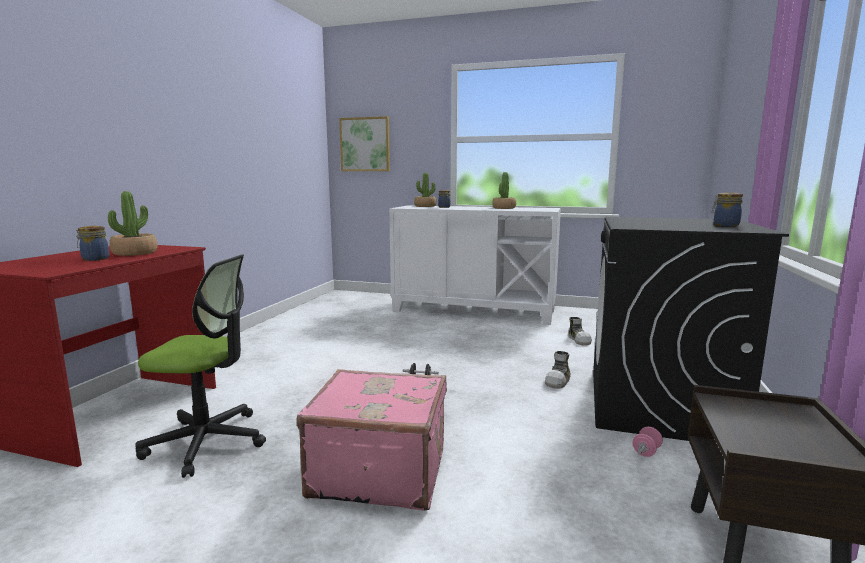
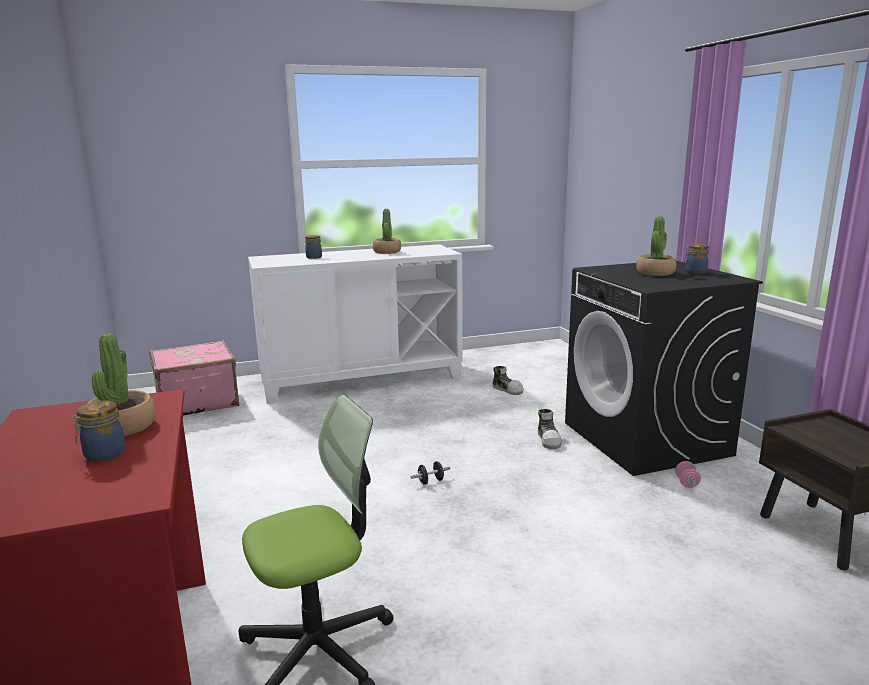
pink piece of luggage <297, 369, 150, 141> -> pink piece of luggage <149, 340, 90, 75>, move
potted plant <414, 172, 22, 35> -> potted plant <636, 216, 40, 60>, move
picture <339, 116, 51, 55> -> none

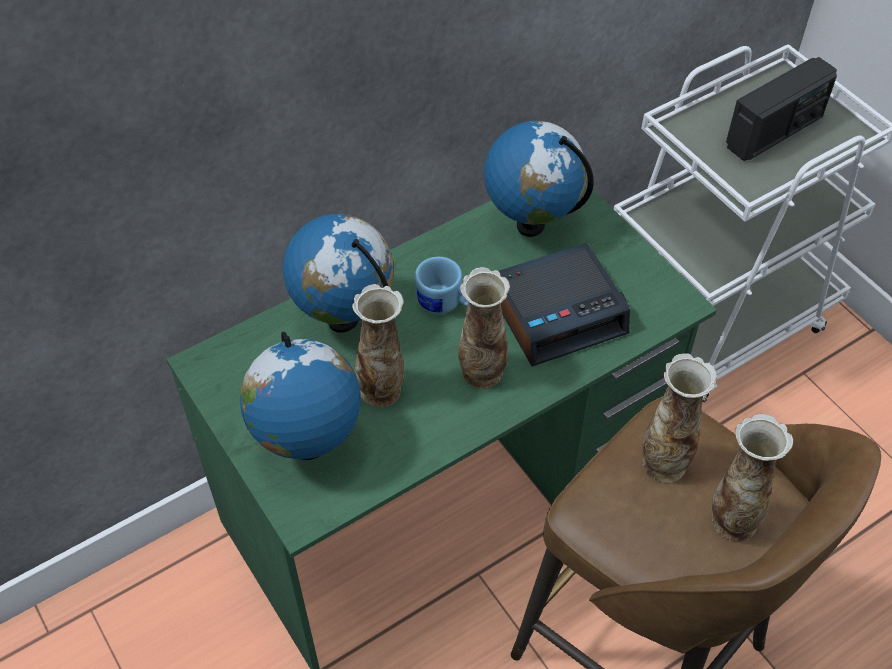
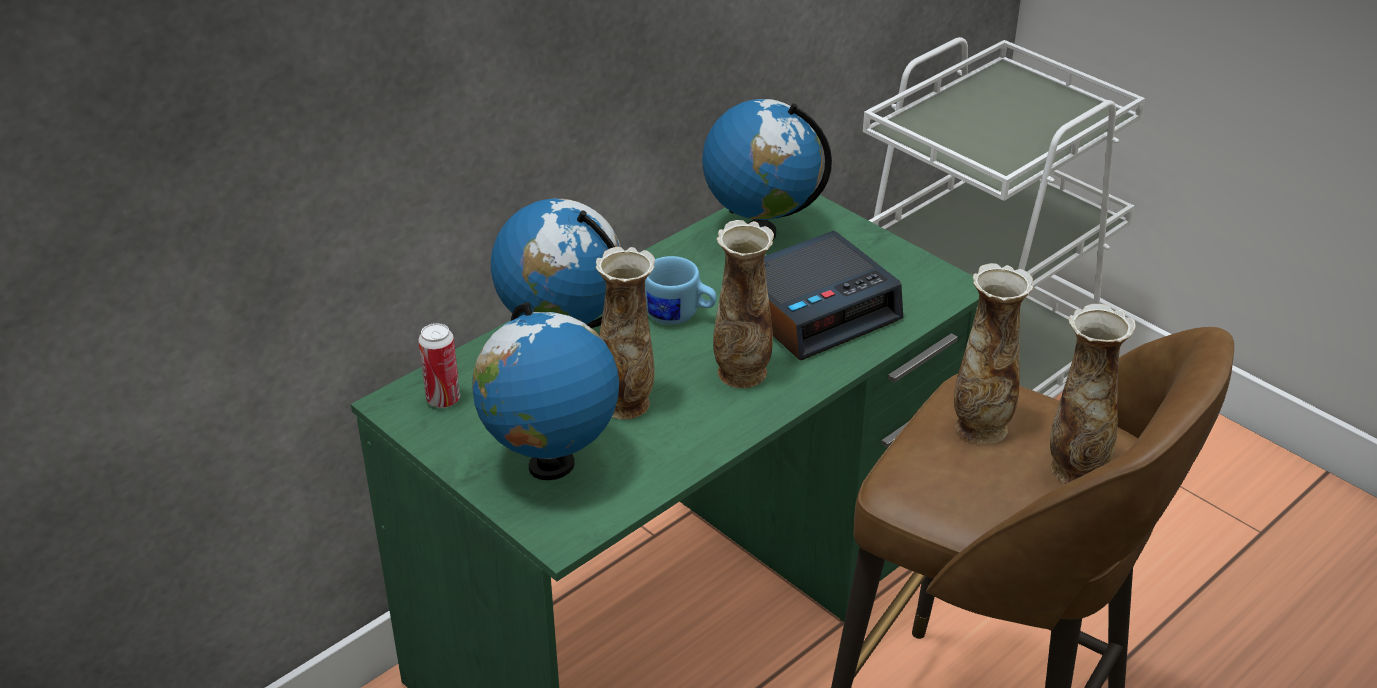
none -> sealed can <418, 323, 42, 85>
radio receiver <726, 57, 111, 104> -> none

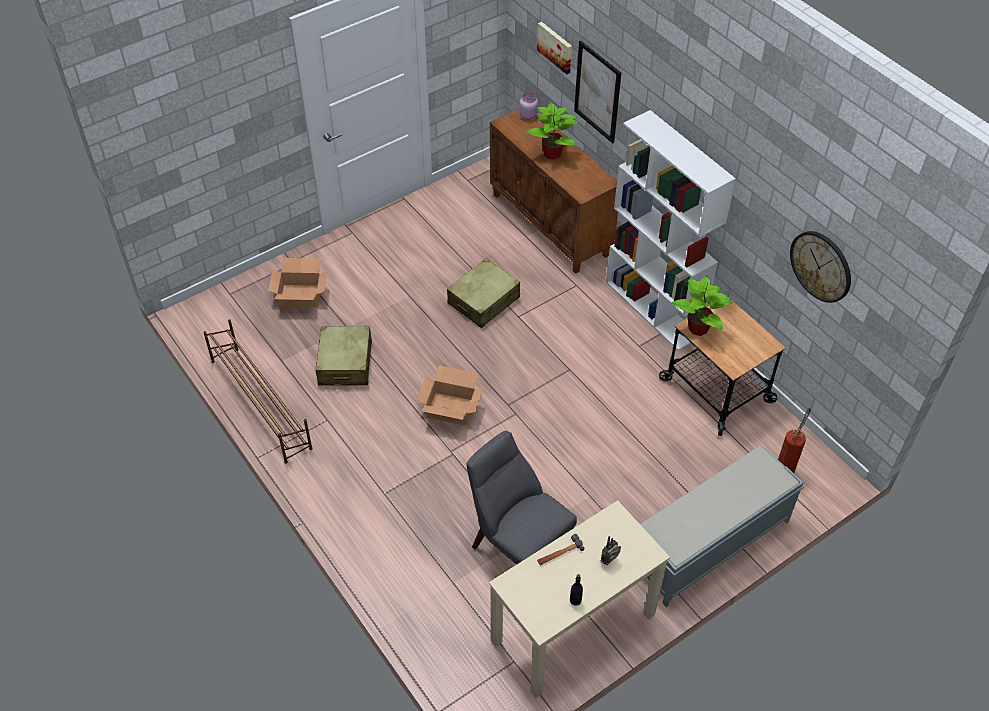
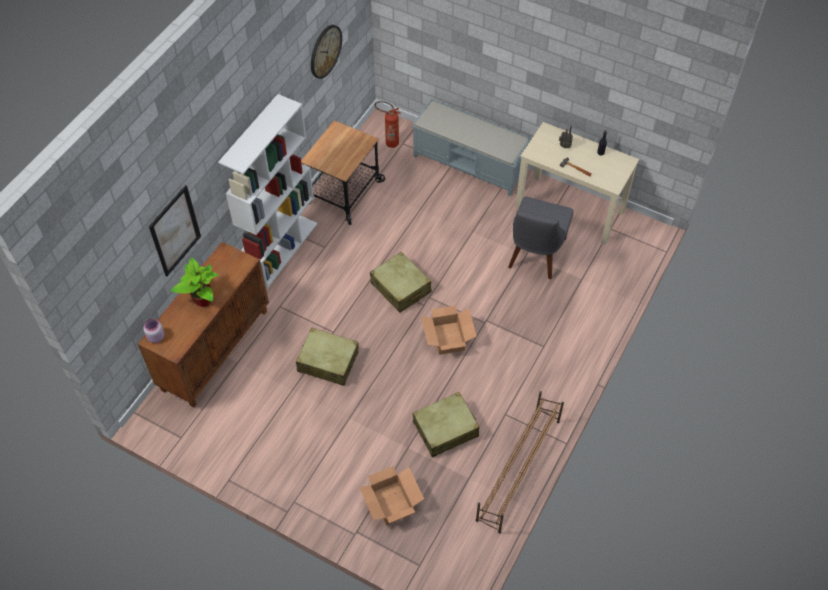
none -> sand-coloured piece of luggage <370, 252, 61, 61>
picture <537, 22, 35, 52> -> none
potted plant <671, 276, 62, 60> -> none

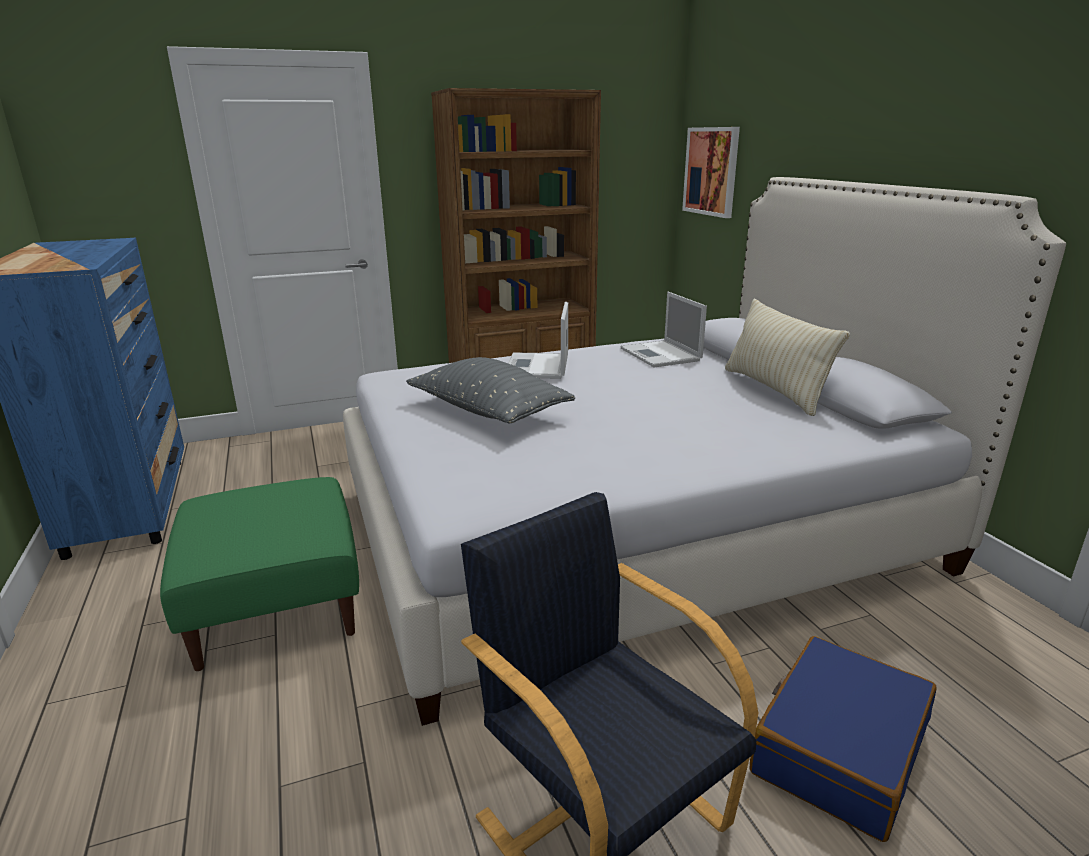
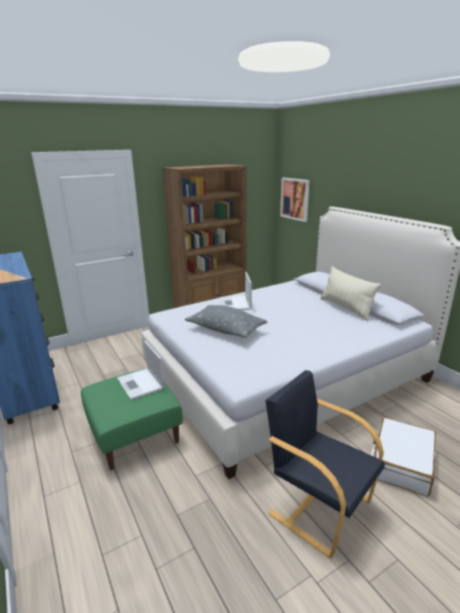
portable computer <620, 292, 87, 75> -> portable computer <117, 341, 48, 59>, move
blue-coloured piece of luggage <750, 636, 187, 206> -> white-coloured piece of luggage <371, 417, 65, 80>

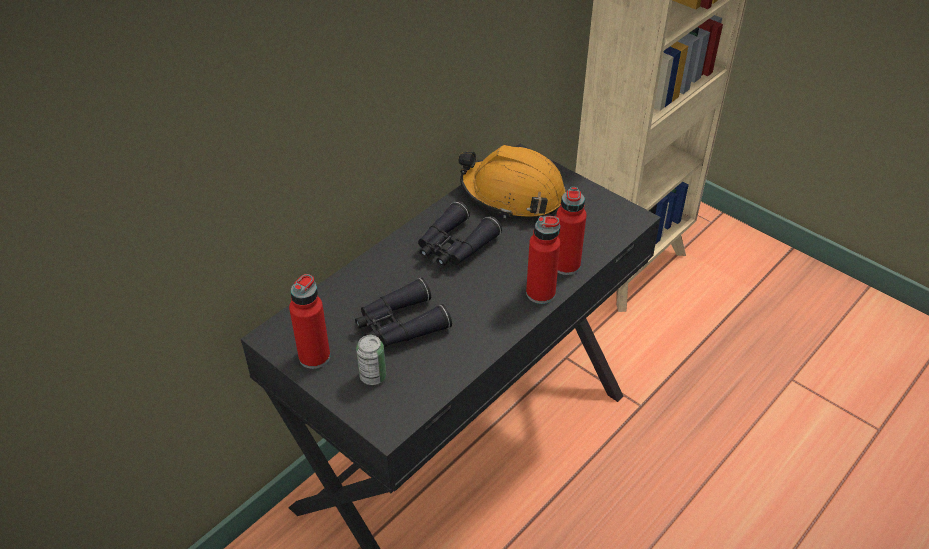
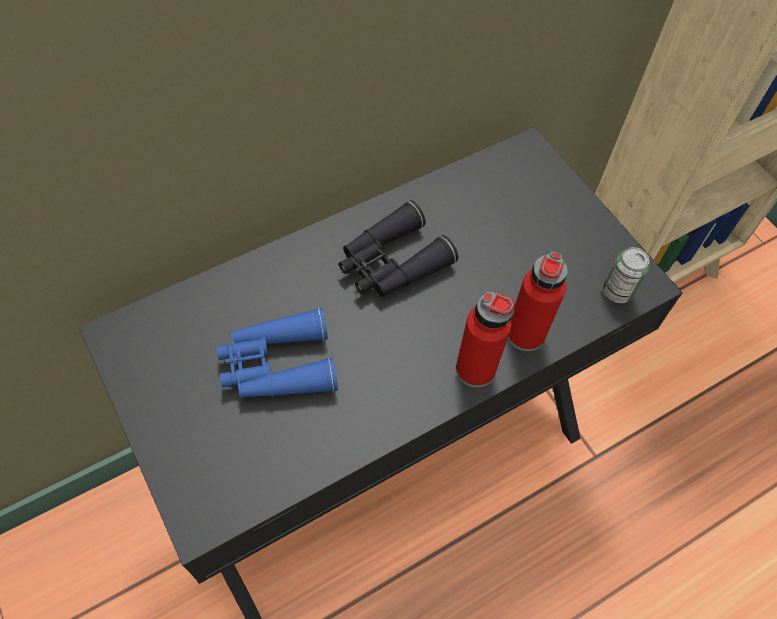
black field glasses <355, 278, 97, 69> -> blue-coloured field glasses <217, 308, 121, 91>
sealed can <356, 335, 30, 50> -> sealed can <603, 247, 47, 56>, move
red bottle <289, 274, 41, 95> -> none
orange-coloured hard hat <459, 145, 106, 73> -> none

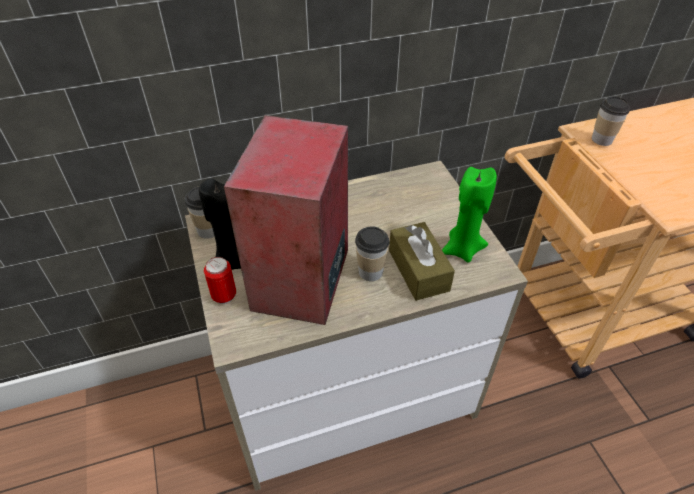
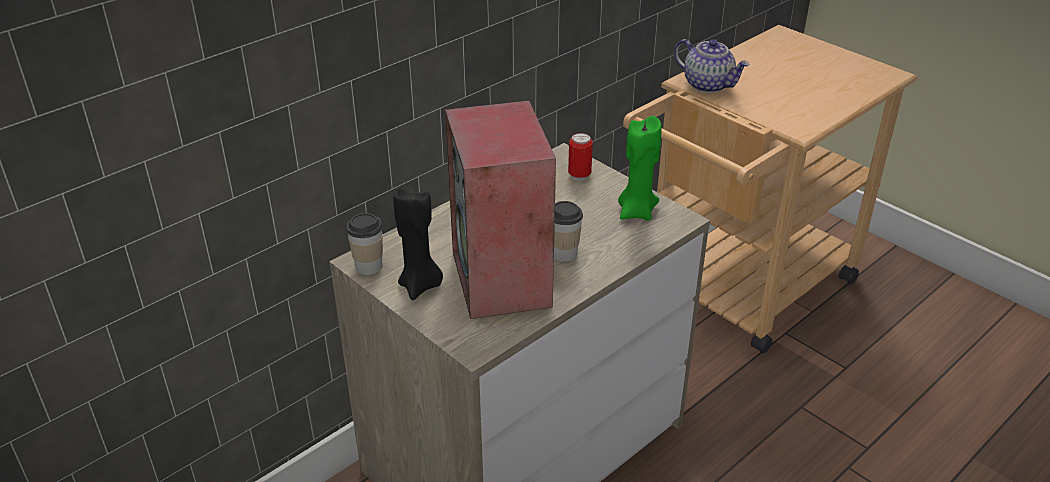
sealed can <204, 257, 32, 47> -> sealed can <568, 133, 25, 47>, move
drinking cup <592, 97, 38, 49> -> pot for tea <674, 39, 76, 54>
brown-coloured tissue box <389, 222, 66, 79> -> none

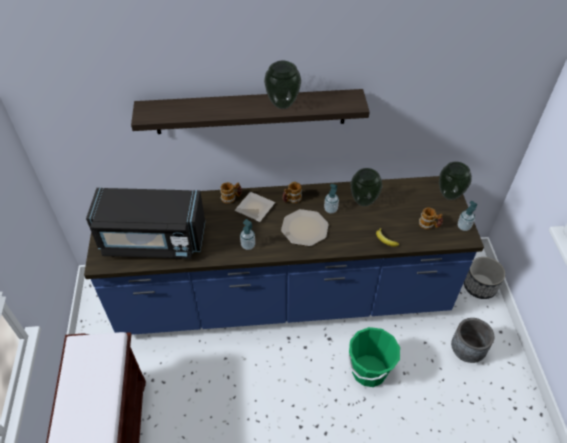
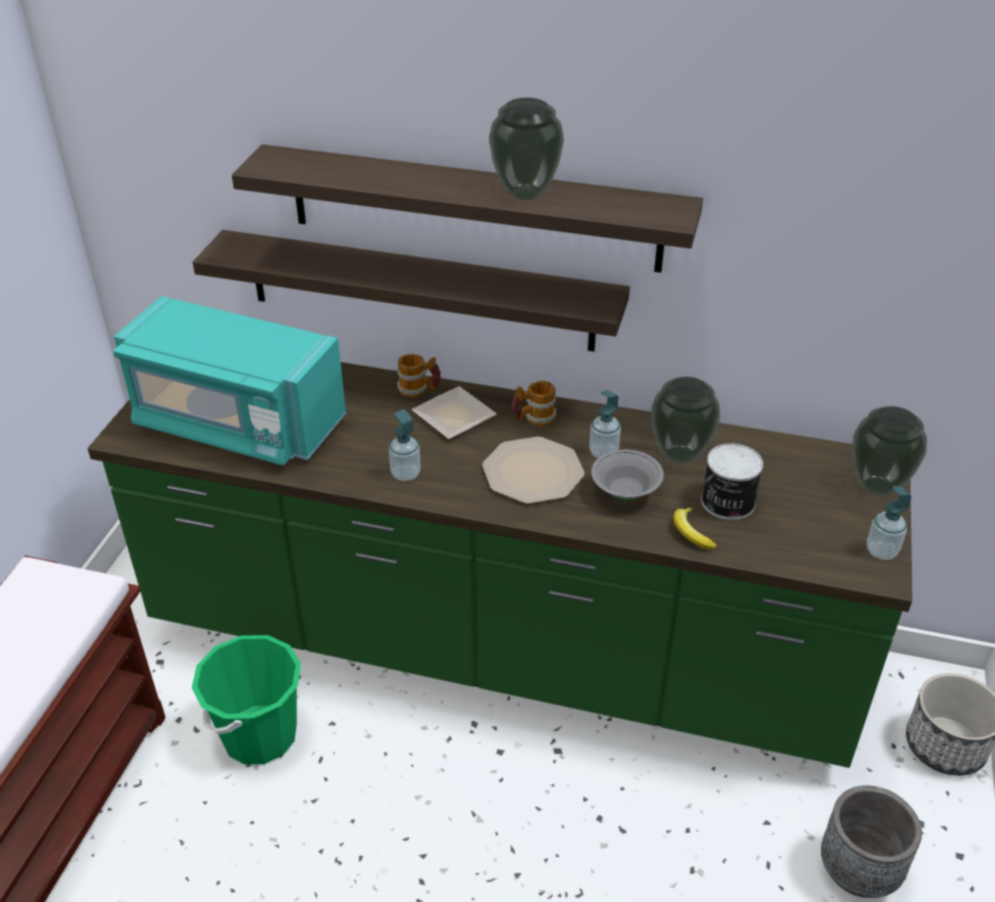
blue-coloured counter <84, 176, 400, 159> -> green-coloured counter <88, 362, 824, 406>
black kitchen microwave <86, 188, 119, 71> -> blue-green kitchen microwave <113, 296, 233, 170>
green-coloured pail <347, 327, 53, 60> -> green-coloured pail <192, 635, 109, 130>, move
none -> bracket shelf <193, 230, 437, 122>
none -> gray bowl <591, 450, 73, 51>
none -> sealed can <701, 443, 62, 77>
mug <419, 208, 24, 21> -> none

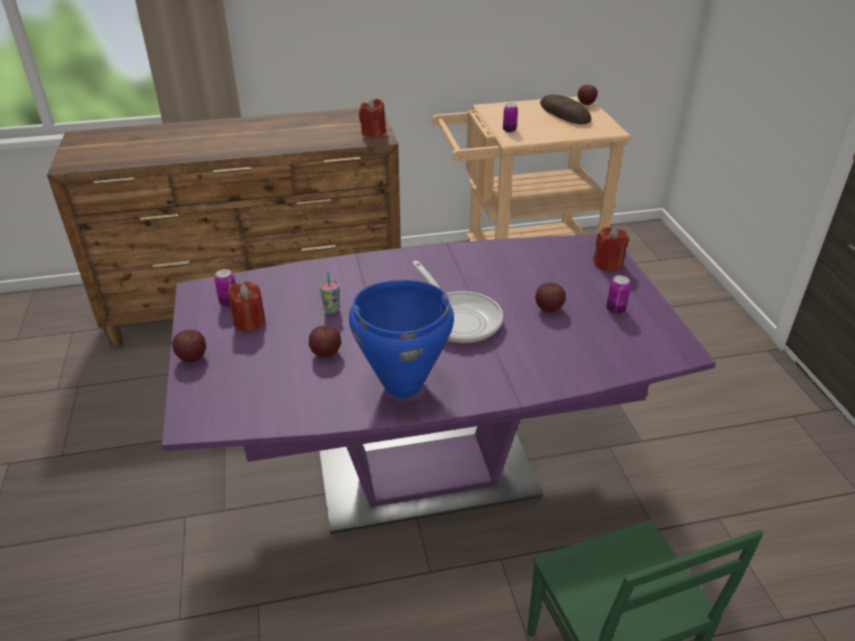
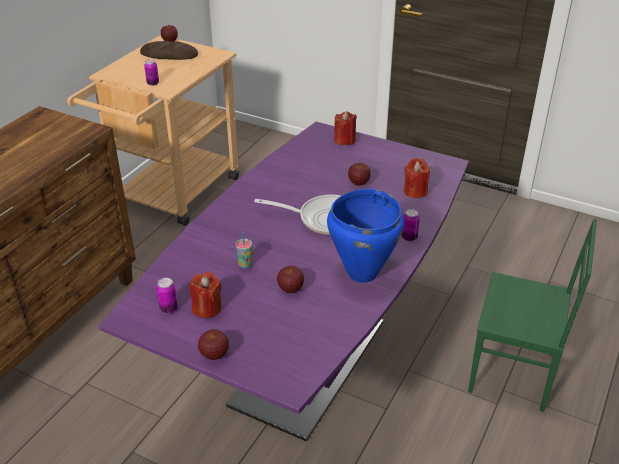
sealed can <606, 275, 24, 39> -> sealed can <402, 209, 18, 32>, move
red candle <359, 99, 27, 39> -> red candle <404, 158, 26, 40>, move

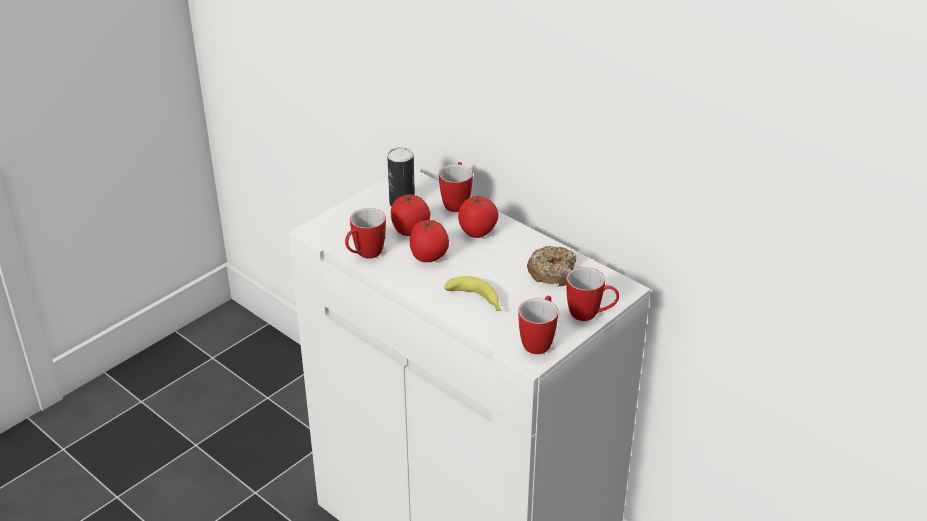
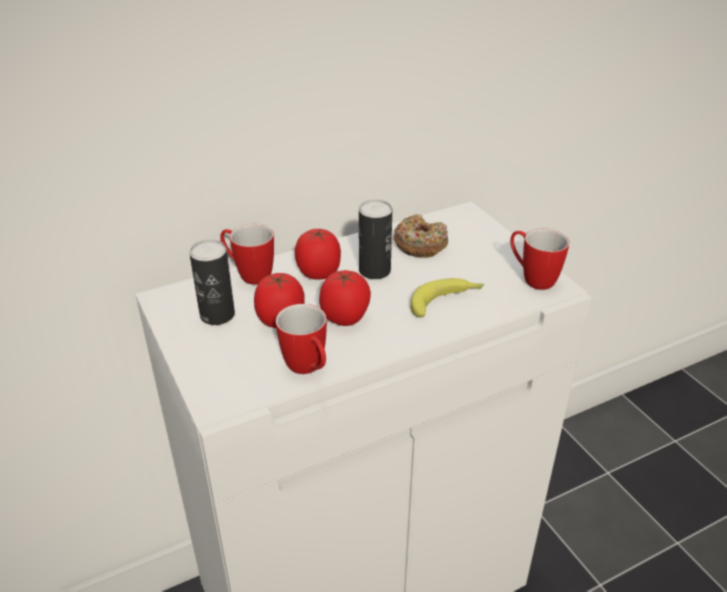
none -> sealed can <359, 199, 33, 80>
mug <566, 267, 53, 54> -> none

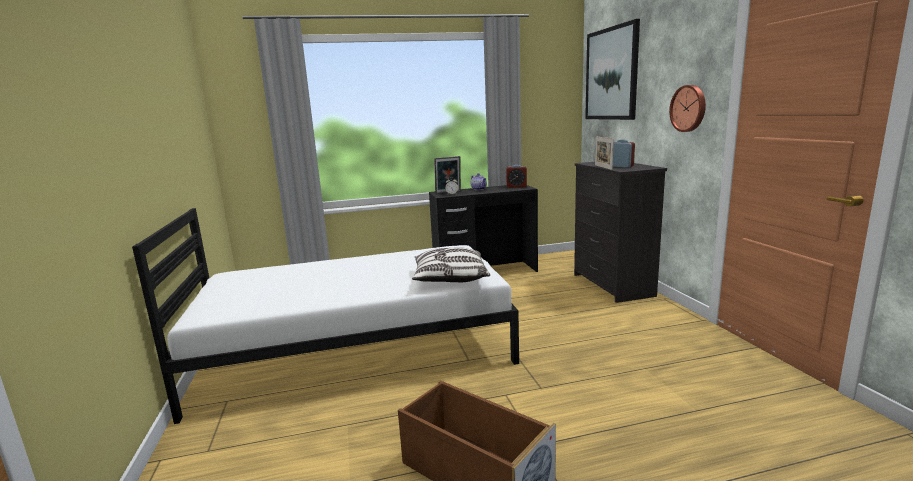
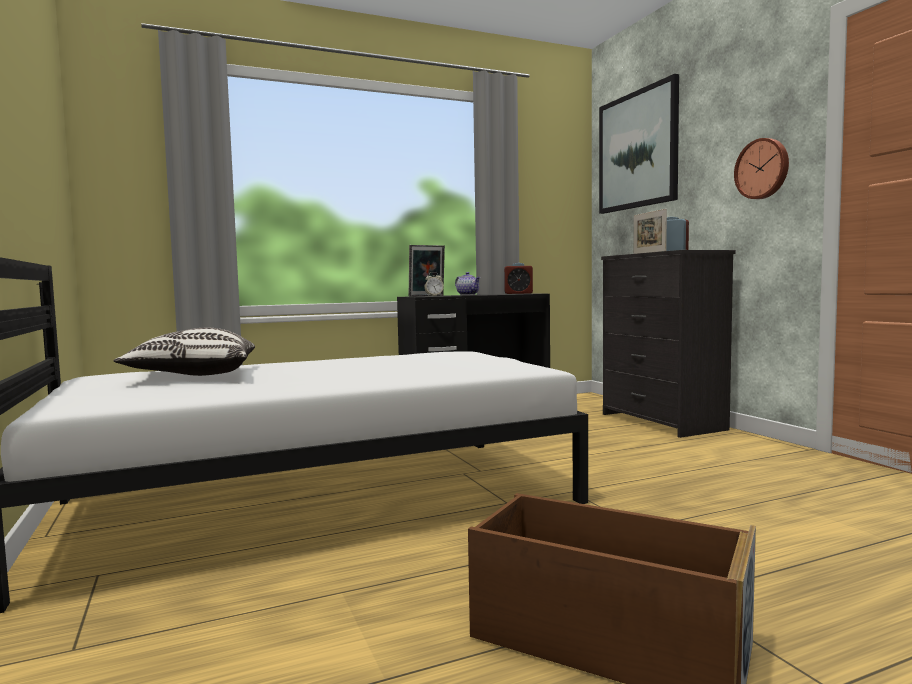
cushion <412, 247, 78, 35> -> cushion <114, 328, 141, 48>, move

